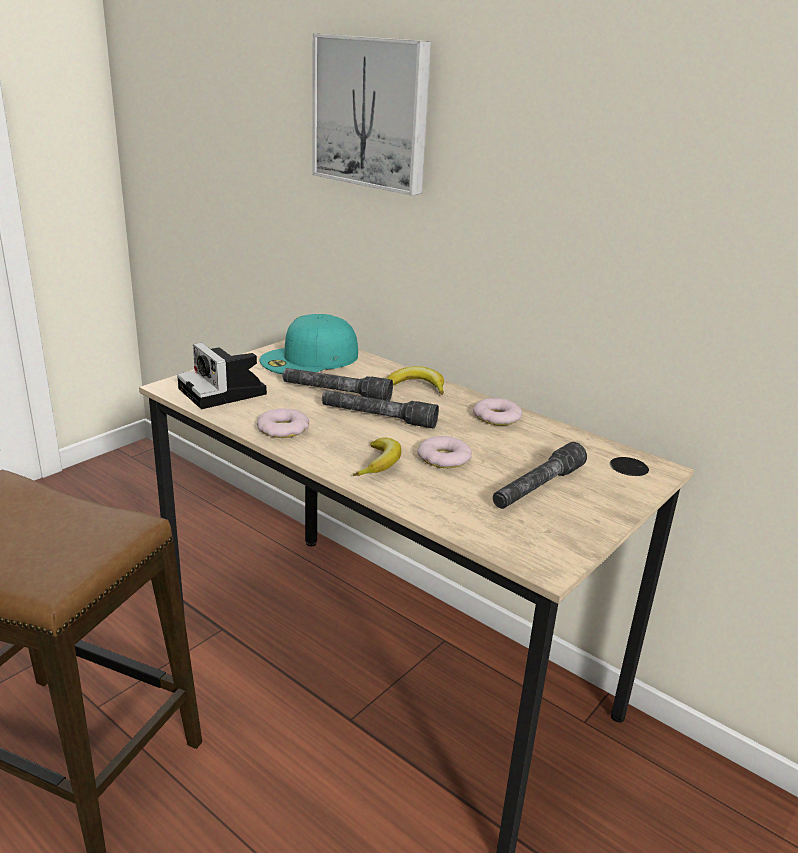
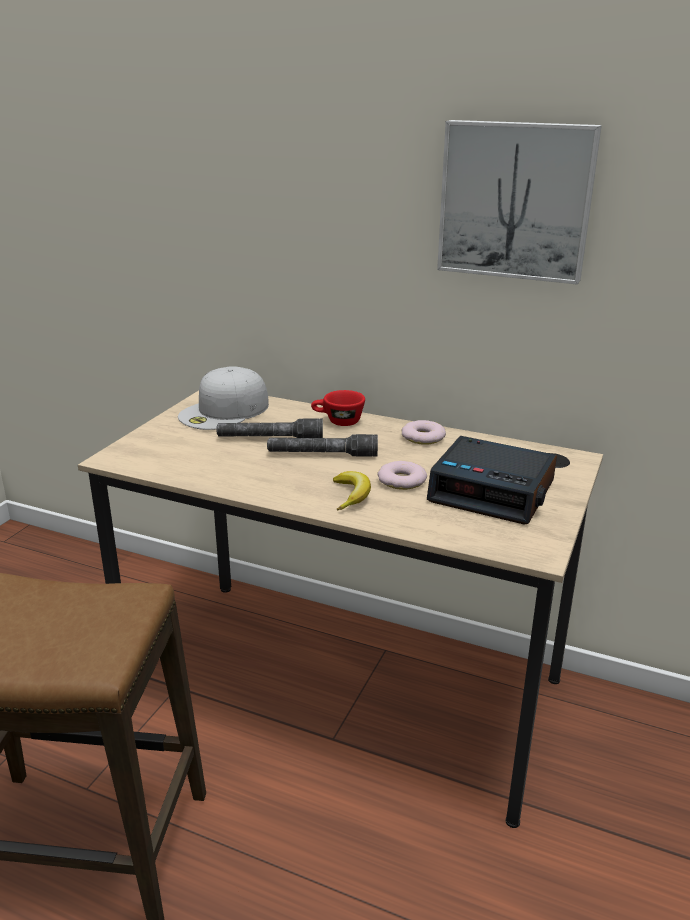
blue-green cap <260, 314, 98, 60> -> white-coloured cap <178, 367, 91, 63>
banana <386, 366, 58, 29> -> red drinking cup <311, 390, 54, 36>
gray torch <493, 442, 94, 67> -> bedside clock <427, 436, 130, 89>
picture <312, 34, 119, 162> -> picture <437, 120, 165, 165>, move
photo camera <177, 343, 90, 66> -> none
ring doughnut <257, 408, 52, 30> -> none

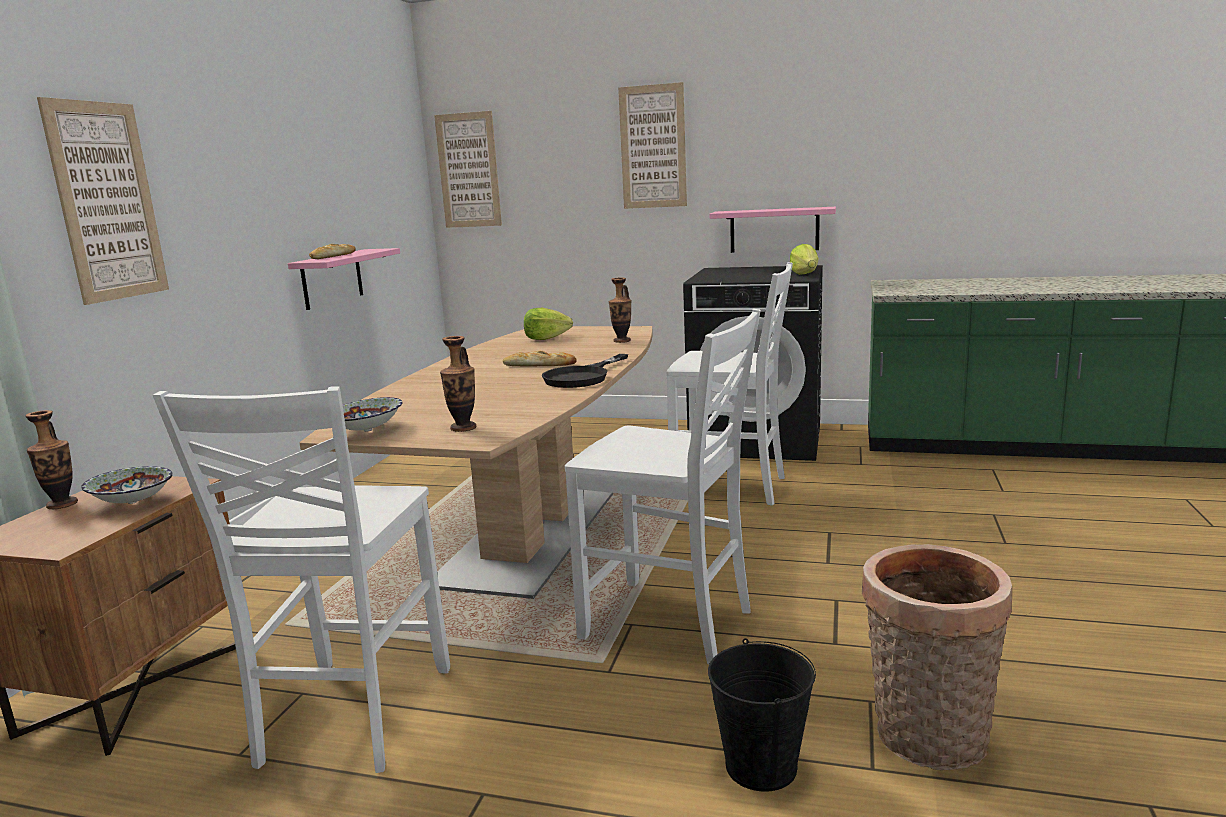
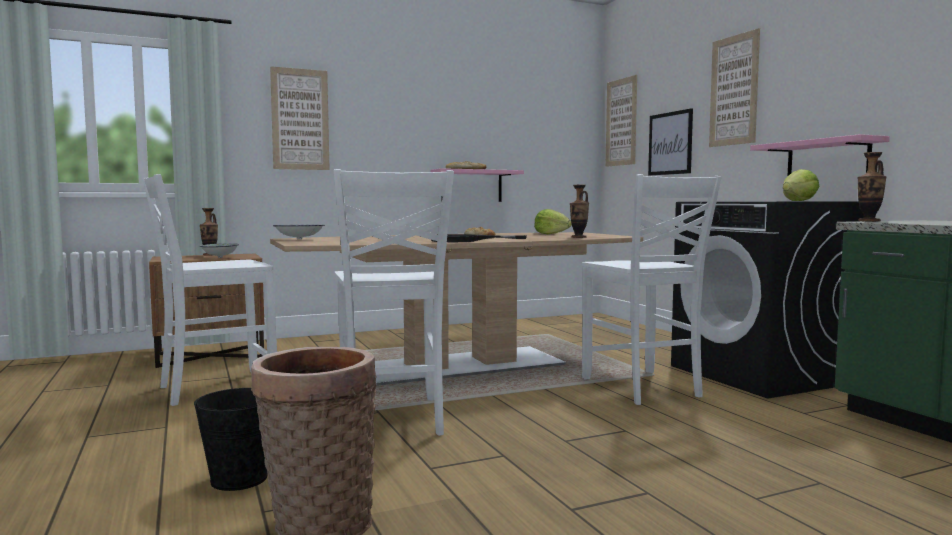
none -> picture <648, 108, 45, 68>
flower vase <440, 336, 37, 96> -> flower vase <858, 152, 28, 70>, move

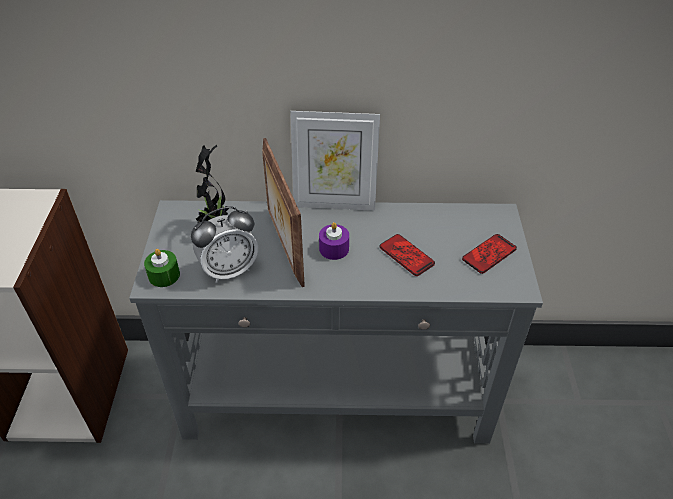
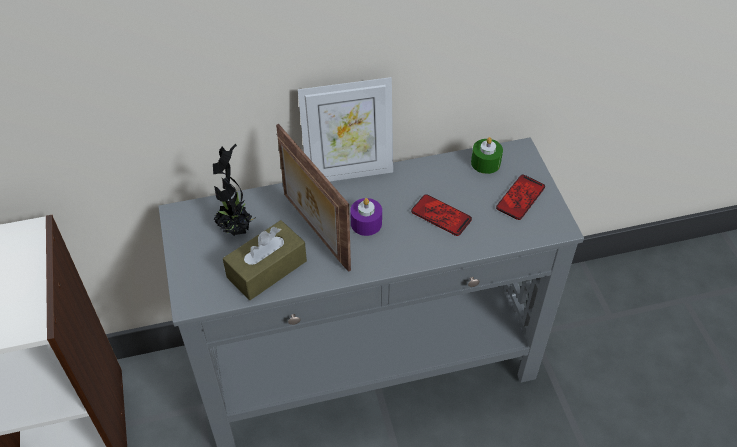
bedside clock <191, 206, 67, 77> -> brown-coloured tissue box <223, 220, 84, 80>
green-coloured candle <144, 249, 36, 38> -> green-coloured candle <471, 137, 32, 37>, move

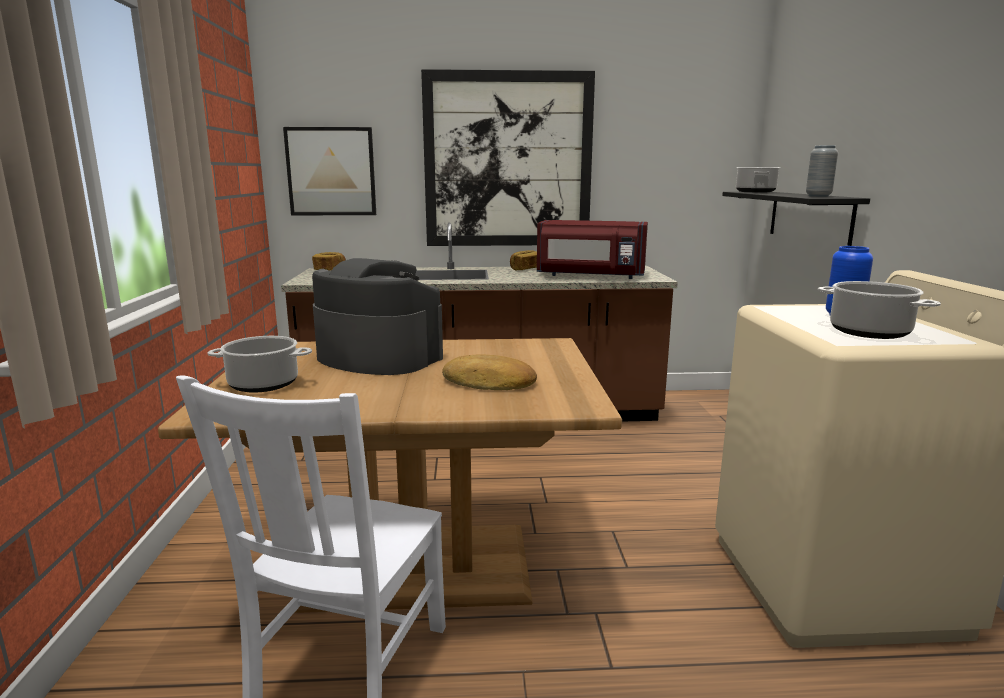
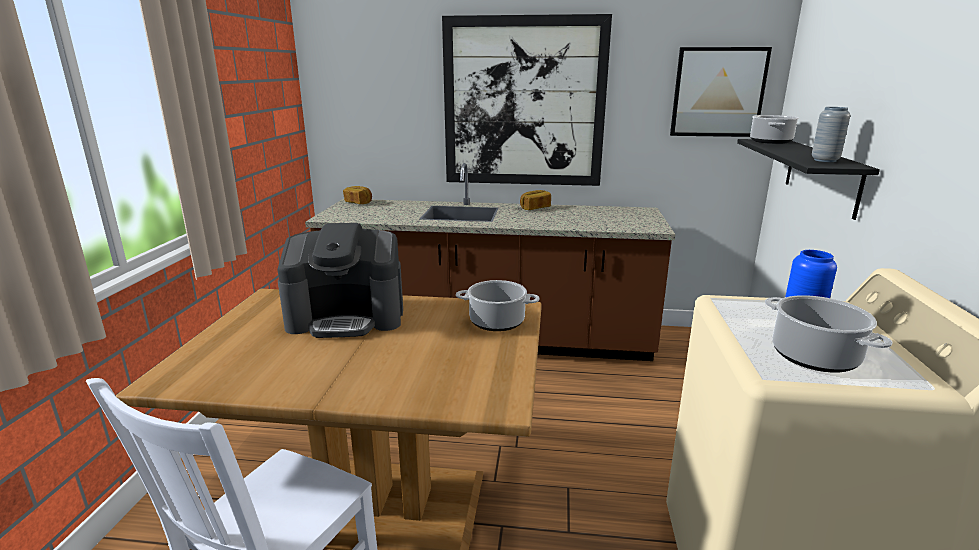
coffee brewer <312, 258, 131, 117> -> coffee brewer <277, 223, 126, 115>, 135 degrees clockwise
saucepot <207, 336, 105, 57> -> saucepot <456, 280, 84, 51>, move
picture <283, 127, 93, 88> -> picture <670, 47, 102, 90>, move
baked bread <442, 355, 95, 35> -> none
red kitchen microwave <537, 220, 111, 59> -> none

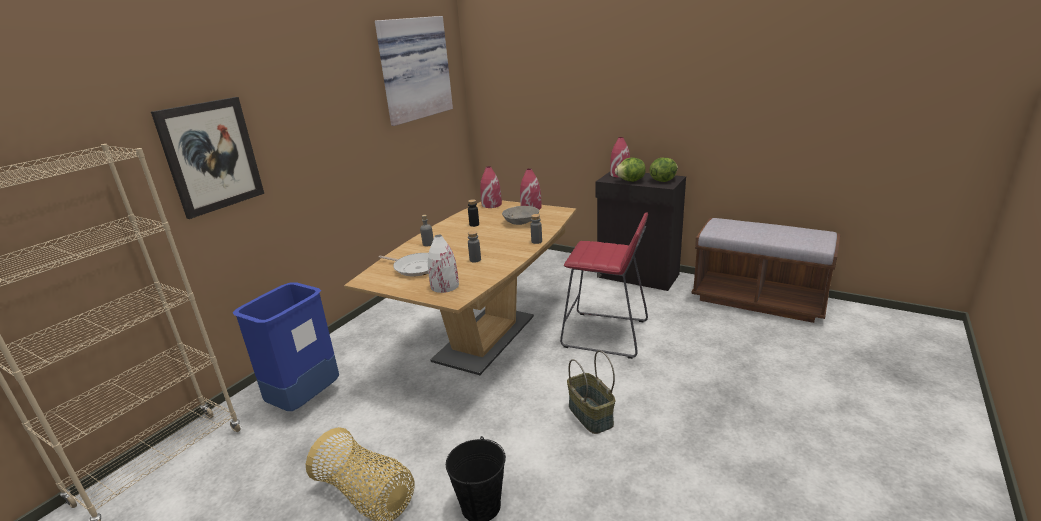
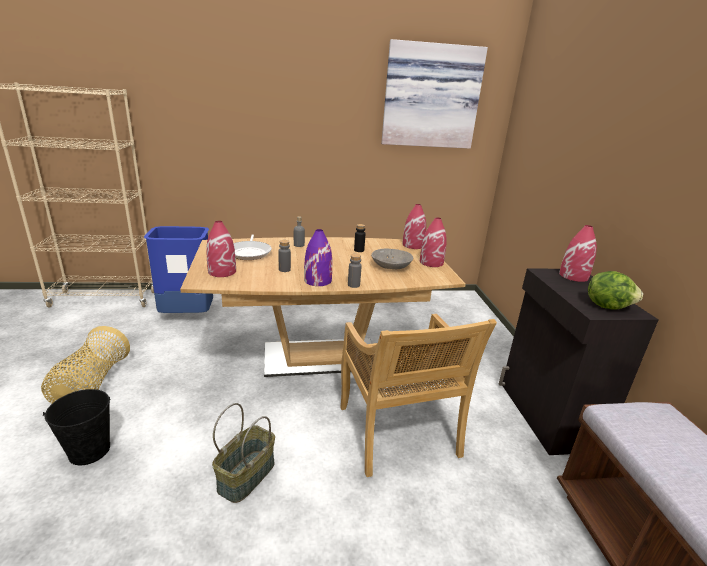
white-coloured flower vase <428, 235, 31, 58> -> red flower vase <206, 221, 30, 56>
none -> purplish flower vase <304, 229, 28, 57>
red stool <560, 212, 88, 147> -> sand-coloured chair <340, 314, 157, 163>
picture <151, 97, 113, 122> -> none
lettuce head <615, 157, 31, 25> -> none

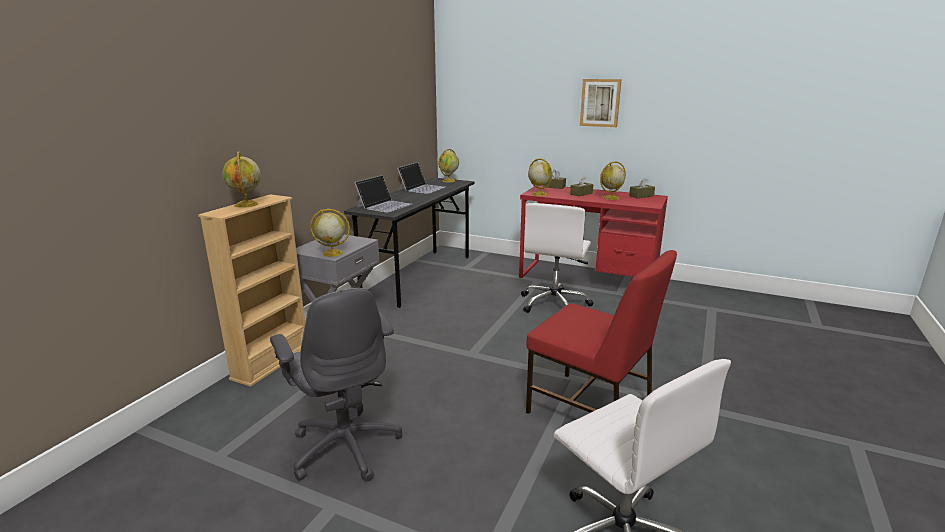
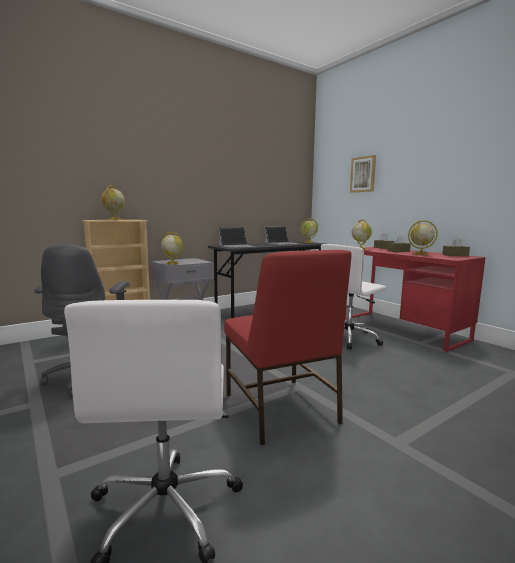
picture <580, 79, 42, 48> -> picture <350, 155, 26, 38>, move

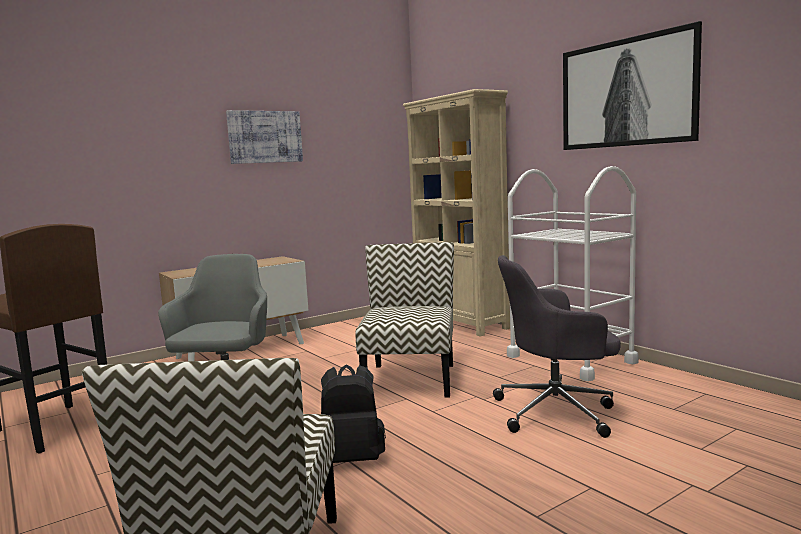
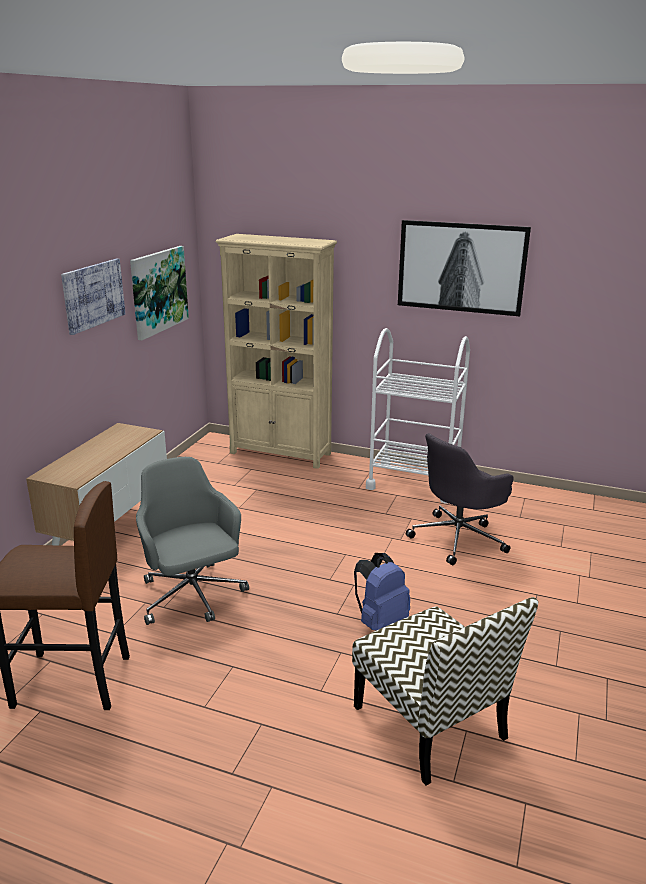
none -> picture <130, 246, 59, 95>
black knapsack <321, 365, 65, 98> -> blue-coloured knapsack <354, 553, 56, 78>
chair <355, 242, 99, 156> -> none

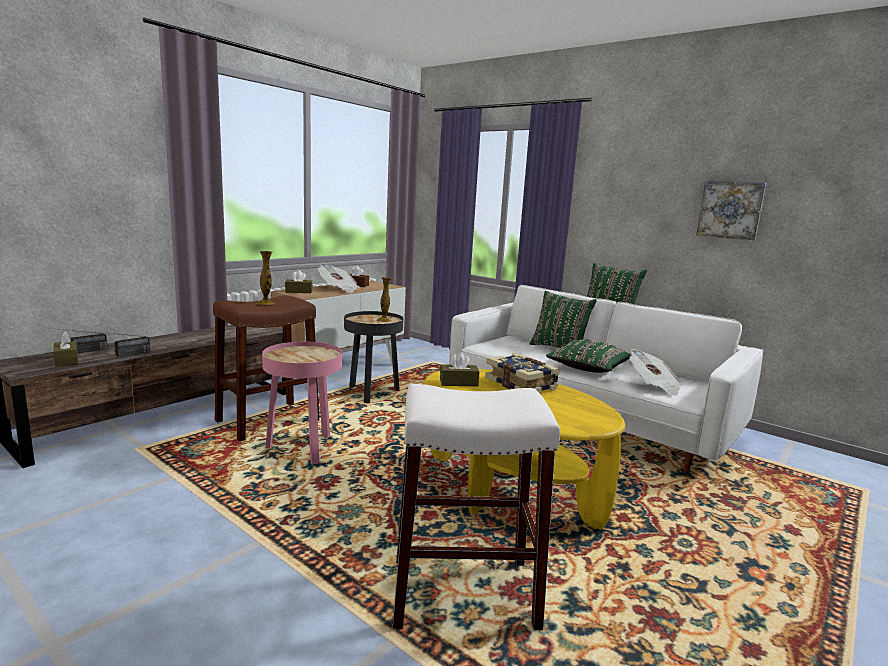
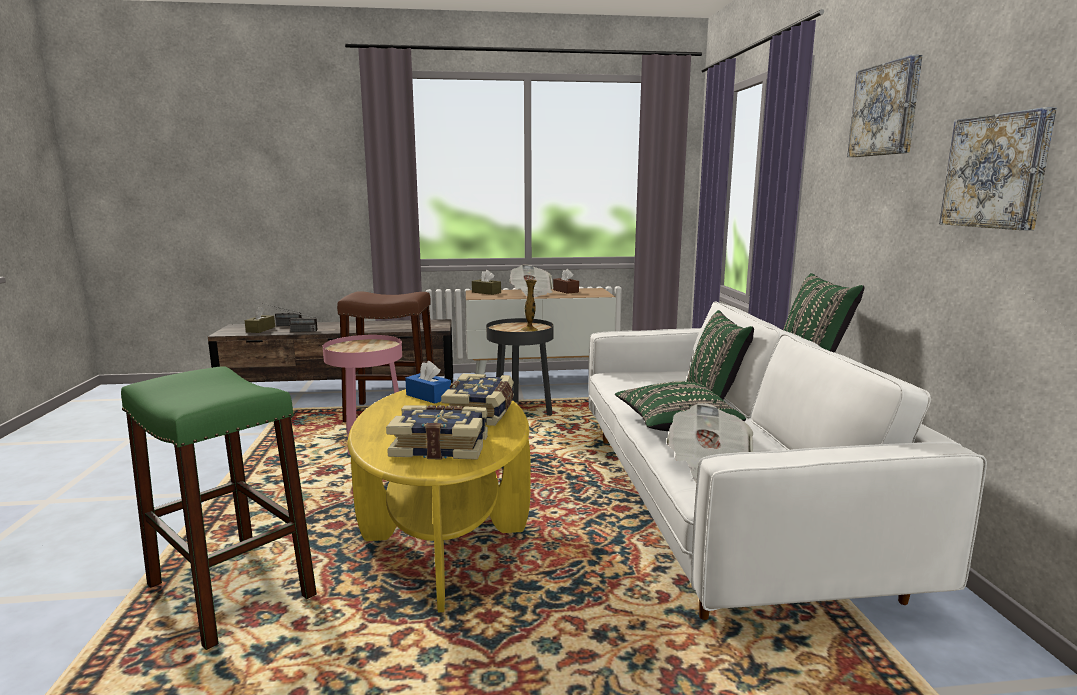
white-coloured stool <393, 384, 167, 246> -> green-coloured stool <121, 366, 196, 284>
none -> book <386, 405, 102, 55>
brown-coloured tissue box <440, 352, 39, 34> -> blue-coloured tissue box <405, 361, 46, 43>
none -> picture <847, 55, 76, 102>
flower vase <256, 251, 19, 54> -> none

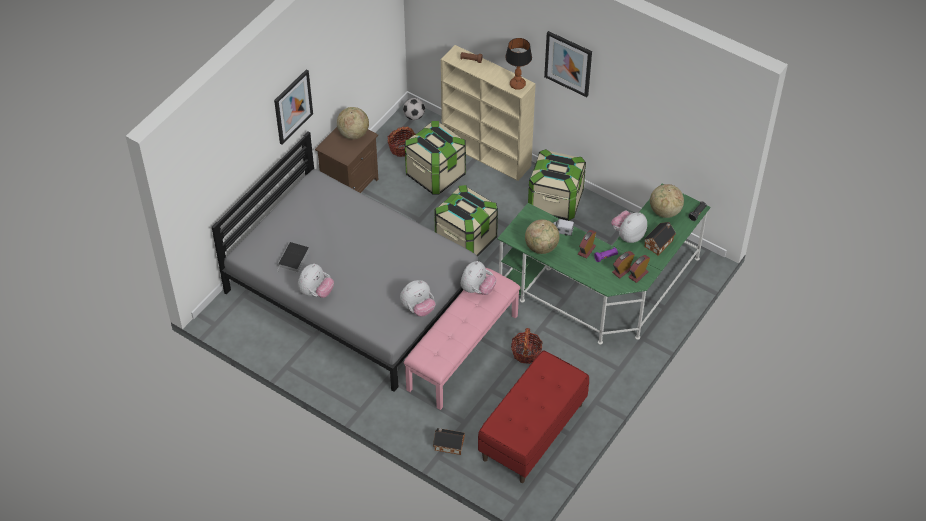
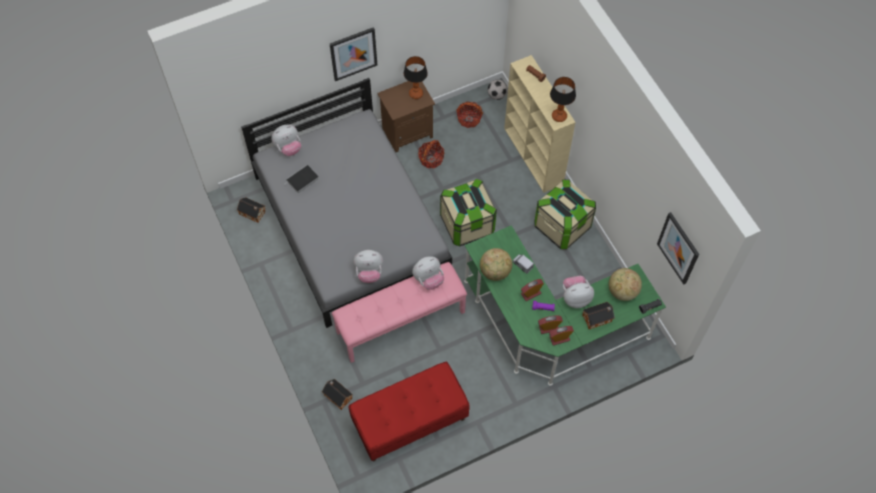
none -> model house <237, 197, 28, 26>
soft toy <298, 264, 36, 34> -> soft toy <271, 125, 30, 31>, move
desk globe <337, 107, 32, 32> -> table lamp <404, 56, 24, 43>
storage basket <511, 328, 32, 36> -> storage basket <418, 140, 27, 28>, move
picture <544, 31, 48, 66> -> picture <657, 212, 42, 73>, move
storage bin <405, 121, 61, 74> -> none

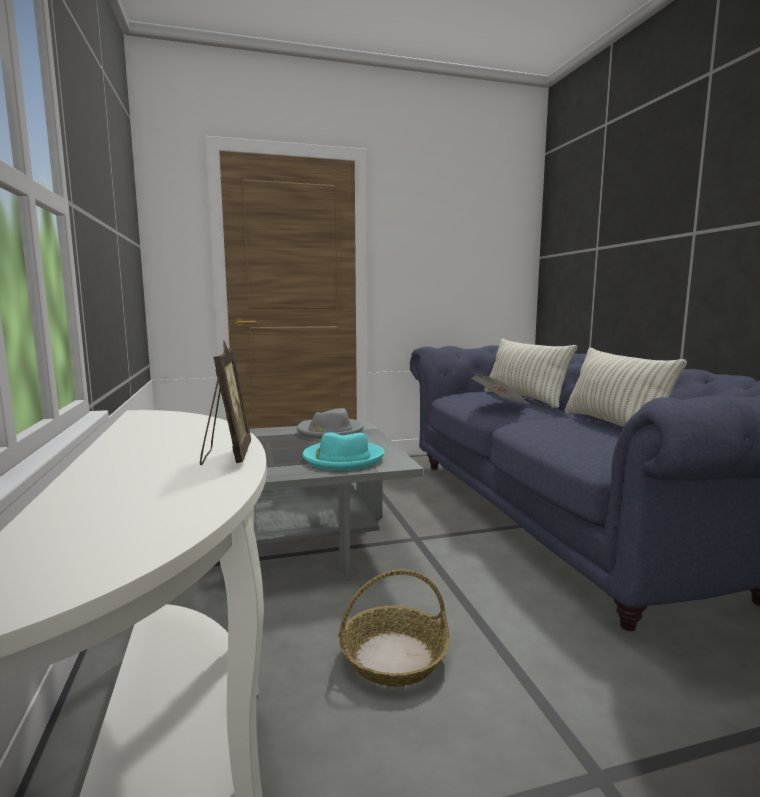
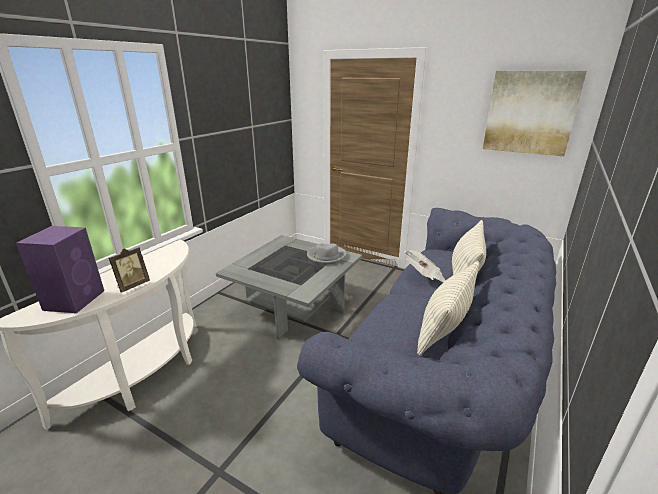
none -> purplish audio speaker <16, 226, 88, 87>
none -> picture <483, 71, 104, 85>
blue-green clothing hat <302, 432, 82, 38> -> none
storage basket <339, 570, 110, 116> -> none

